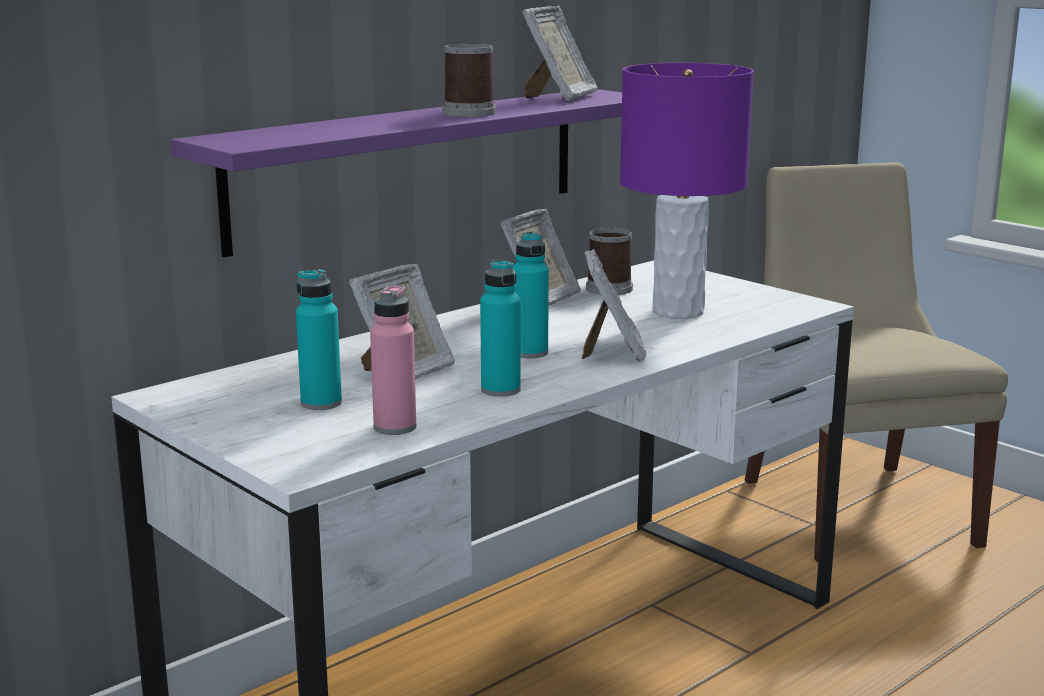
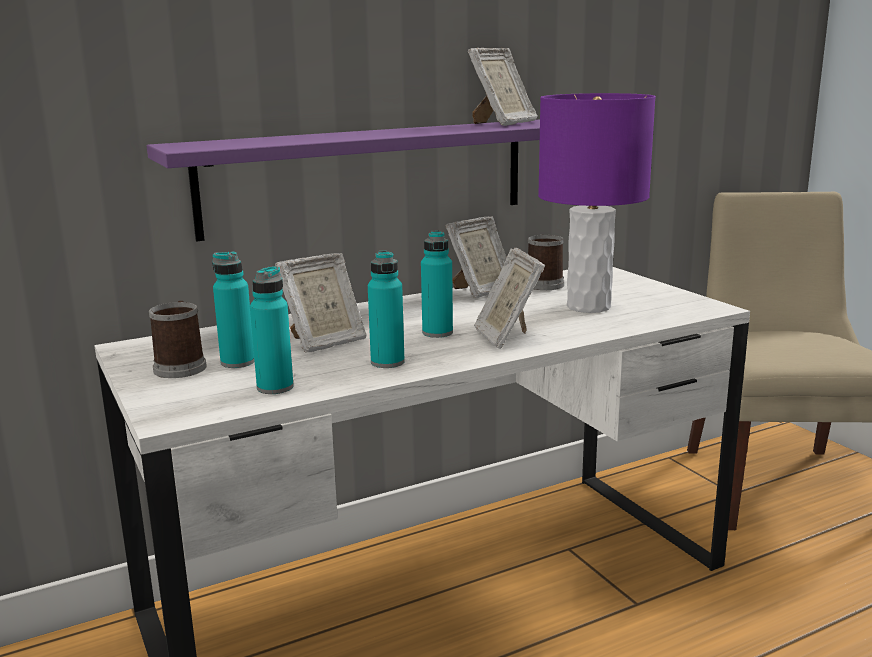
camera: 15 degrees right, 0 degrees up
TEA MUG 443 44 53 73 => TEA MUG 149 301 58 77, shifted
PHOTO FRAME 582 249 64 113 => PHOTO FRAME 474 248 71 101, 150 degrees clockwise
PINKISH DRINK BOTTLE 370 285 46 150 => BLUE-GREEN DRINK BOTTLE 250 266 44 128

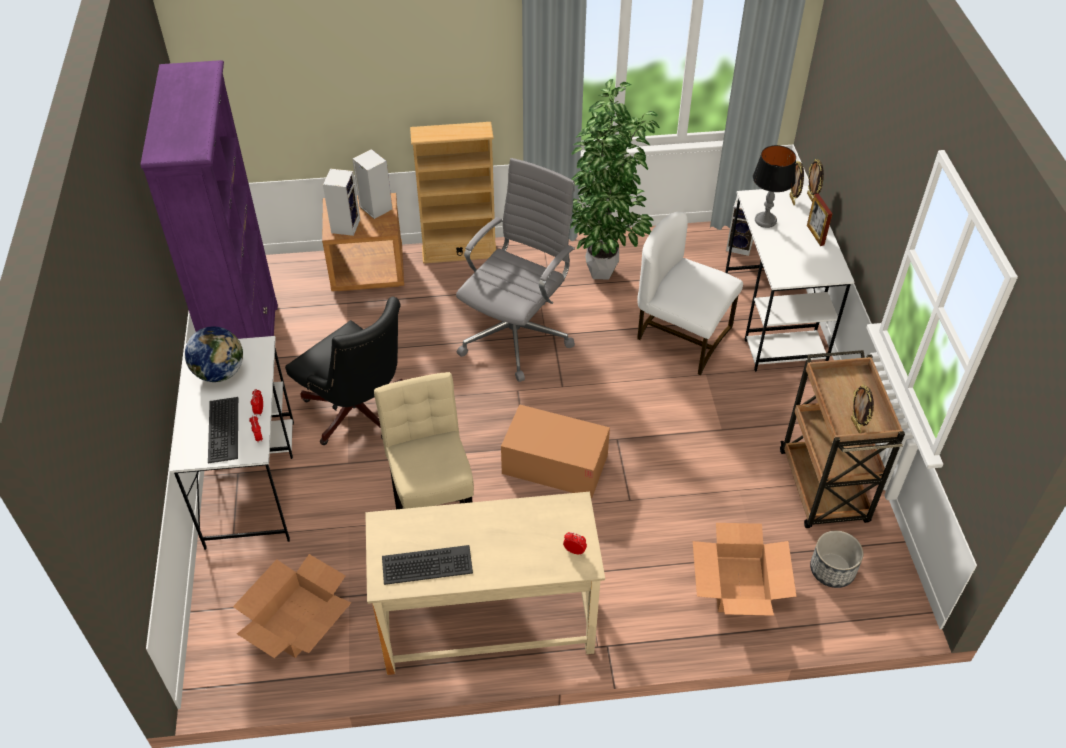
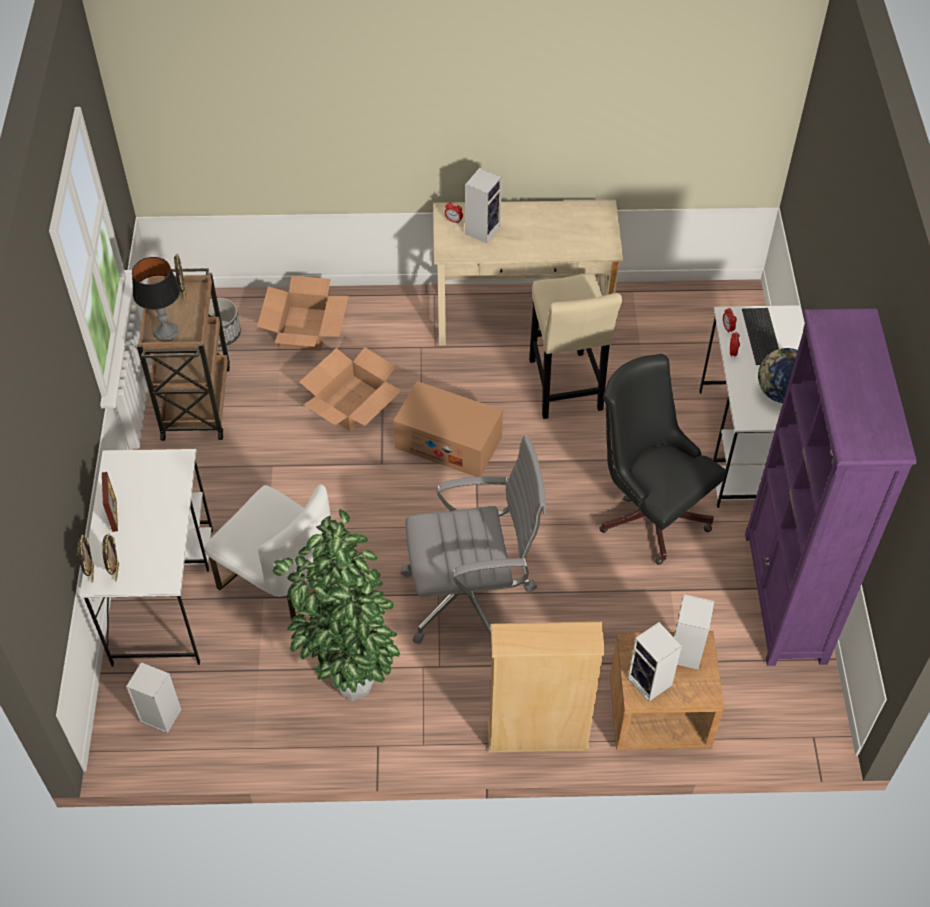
camera: 175 degrees left, 5 degrees up
TABLE LAMP 753 145 43 83 => TABLE LAMP 132 257 48 85, shifted
GRAY DESK CHAIR 456 158 119 224 => GRAY DESK CHAIR 401 435 145 213, 135 degrees counterclockwise
COMPUTER KEYBOARD 382 545 91 40 => nothing
CARDBOARD BOX 233 554 118 104 => CARDBOARD BOX 300 347 102 84, shifted
nothing => SPEAKER 465 168 37 75

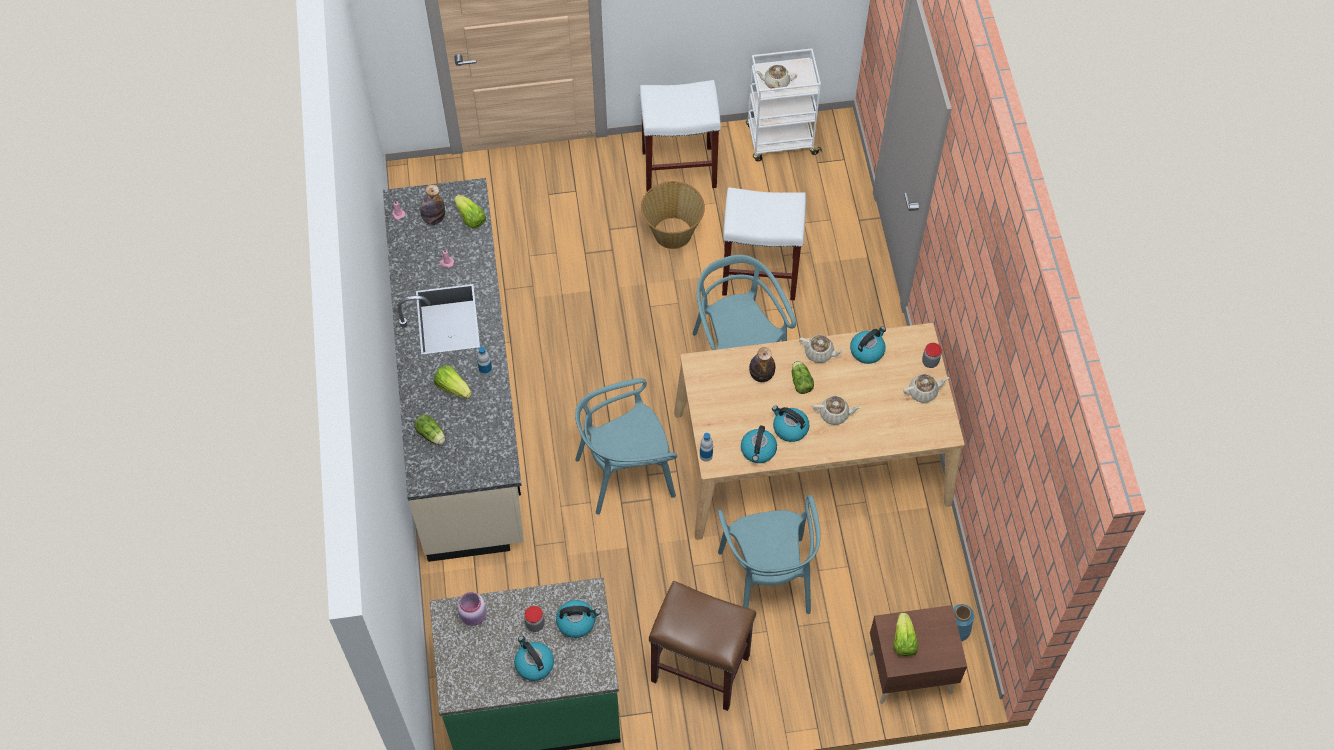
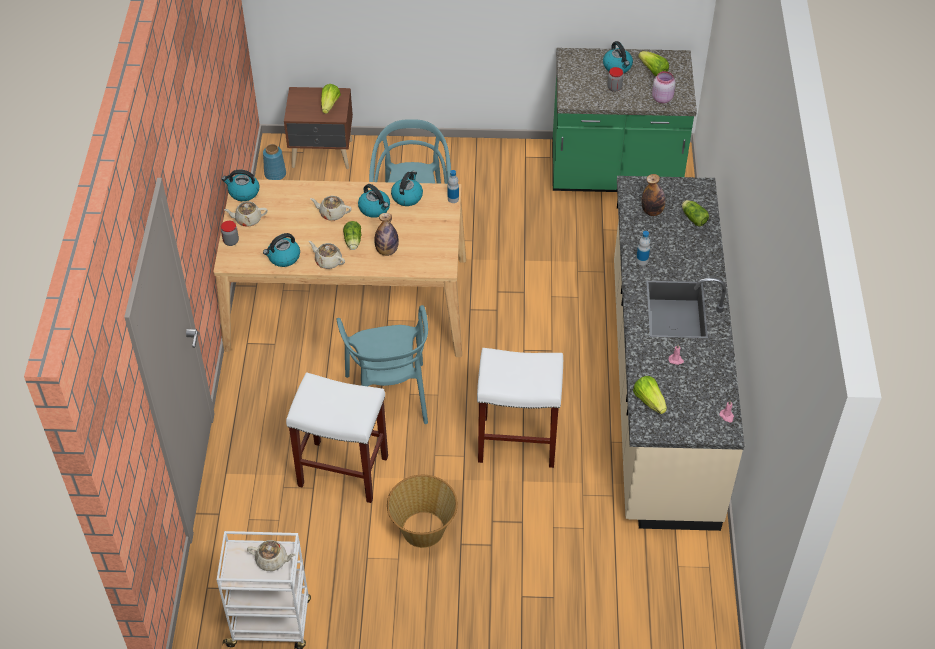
camera: 170 degrees left, 10 degrees down
WHITE SITTING STOOL 640 80 81 111 => WHITE SITTING STOOL 477 348 86 120, shifted
DRINK BOTTLE 420 185 25 40 => DRINK BOTTLE 641 174 24 42, shifted
LETTUCE 434 365 38 34 => LETTUCE 638 51 31 25, shifted
BLUE-GREEN CHAIR 575 378 102 137 => nothing
BROWNISH SITTING STOOL 649 581 107 130 => nothing
KETTLE 556 600 45 38 => KETTLE 222 170 37 31, shifted

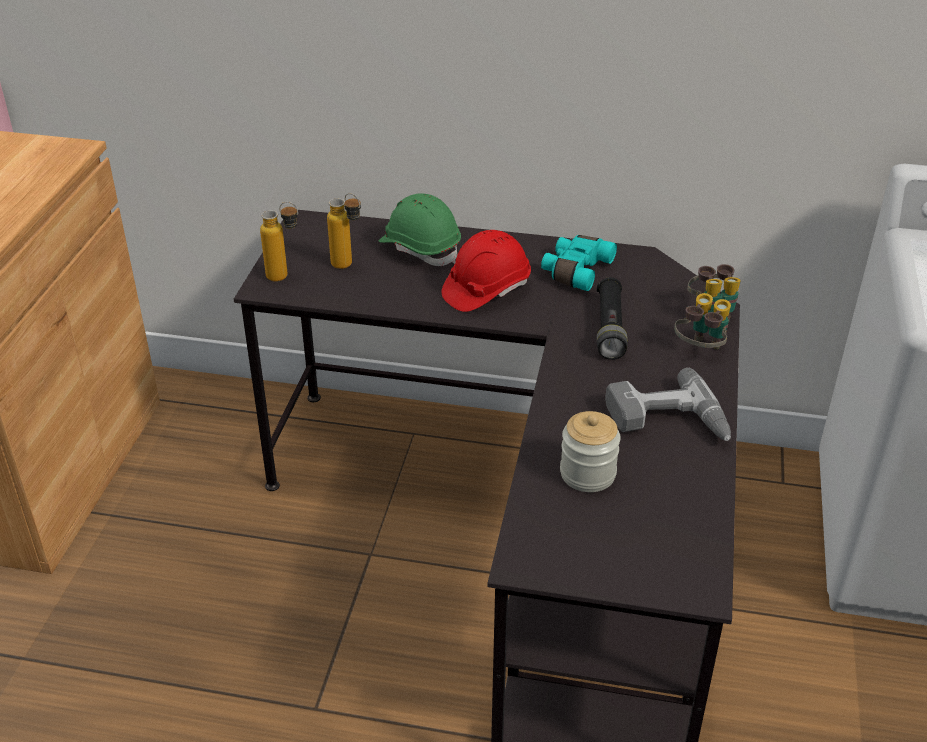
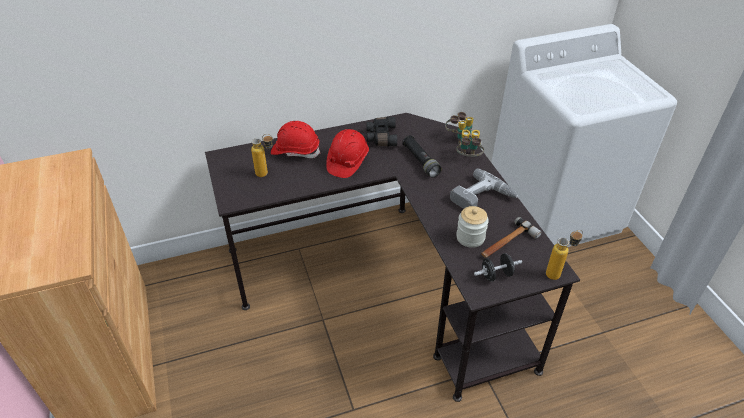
camera: 30 degrees left, 5 degrees up
GREEN-COLOURED HARD HAT 379 193 82 73 => REDDISH HARD HAT 271 121 50 37
DRINK BOTTLE 260 202 38 80 => DRINK BOTTLE 546 230 37 50, shifted
BLUE-GREEN BINOCULARS 541 235 76 56 => BLACK-COLOURED BINOCULARS 367 117 30 29
nothing => HAMMER 481 217 60 41
nothing => BLACK-COLOURED HAND WEIGHT 474 253 48 29

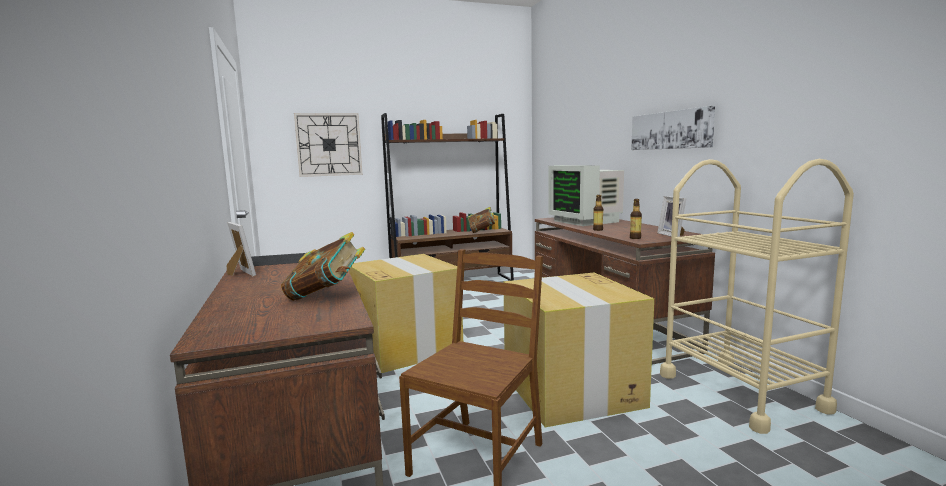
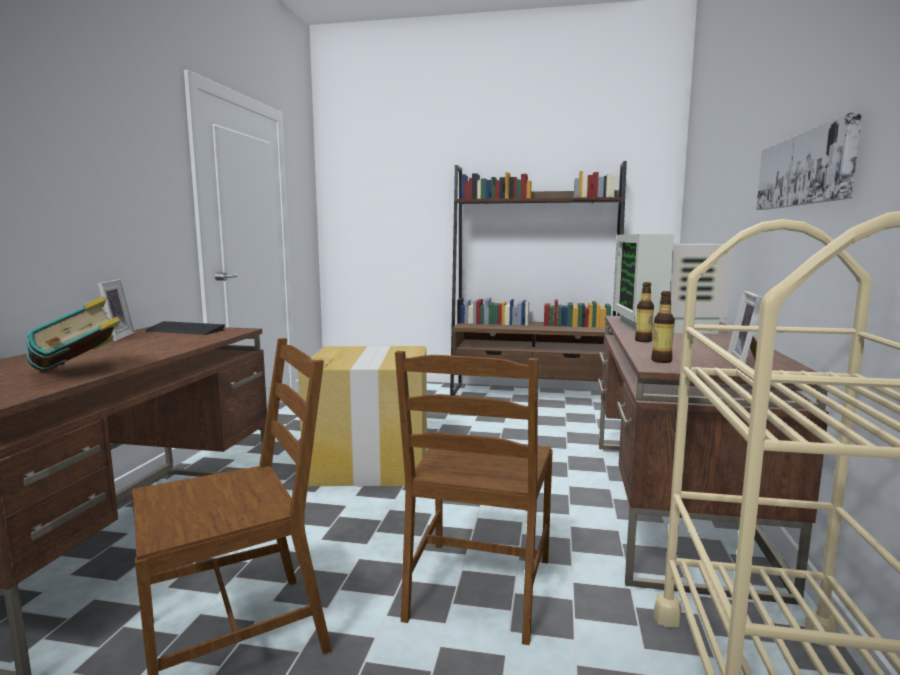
camera: 30 degrees right, 0 degrees up
WALL CLOCK 294 113 68 64 => nothing
BOUND BOOK 468 207 28 26 => nothing
CARDBOARD BOX 503 273 151 154 => BROWNISH CHAIR 395 351 158 294

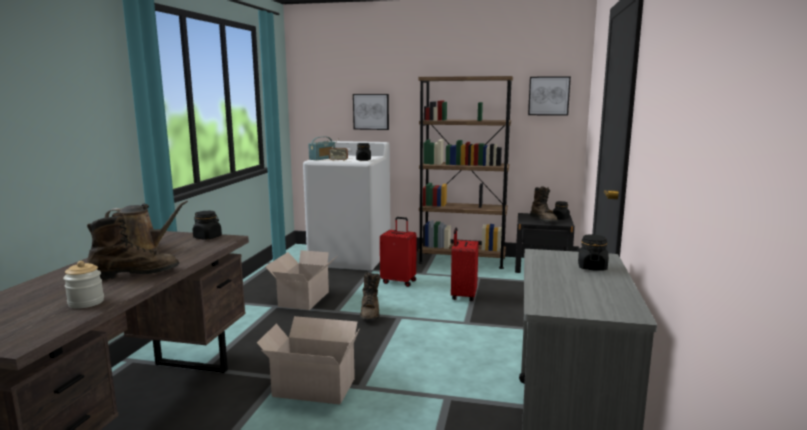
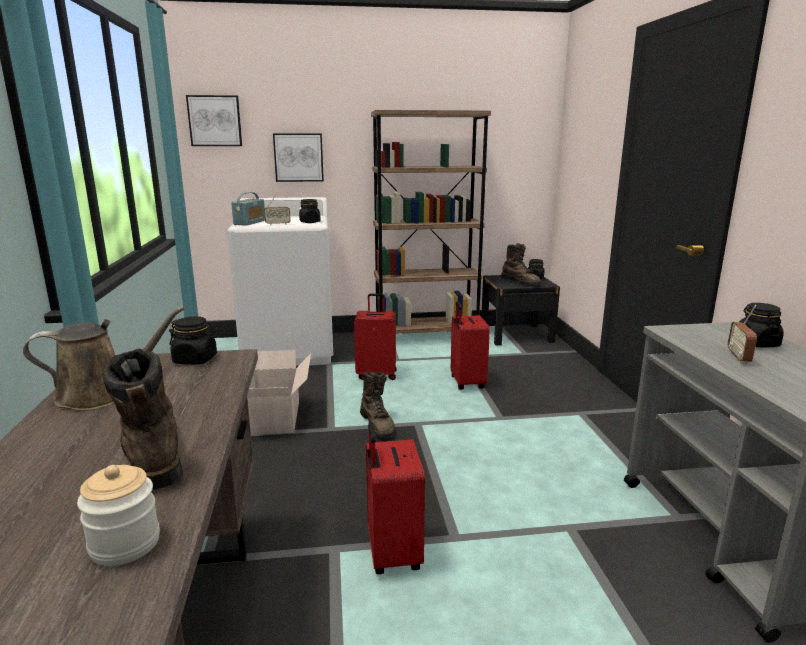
camera: 20 degrees left, 5 degrees up
WALL ART 528 76 43 40 => WALL ART 186 95 56 51, shifted
BROWNISH TALL BOOT 87 212 92 68 => BROWNISH TALL BOOT 103 348 80 142, 75 degrees counterclockwise
CARDBOARD BOX 257 316 103 89 => REDDISH SUITCASE 366 423 59 151
nothing => RADIO 728 305 29 59

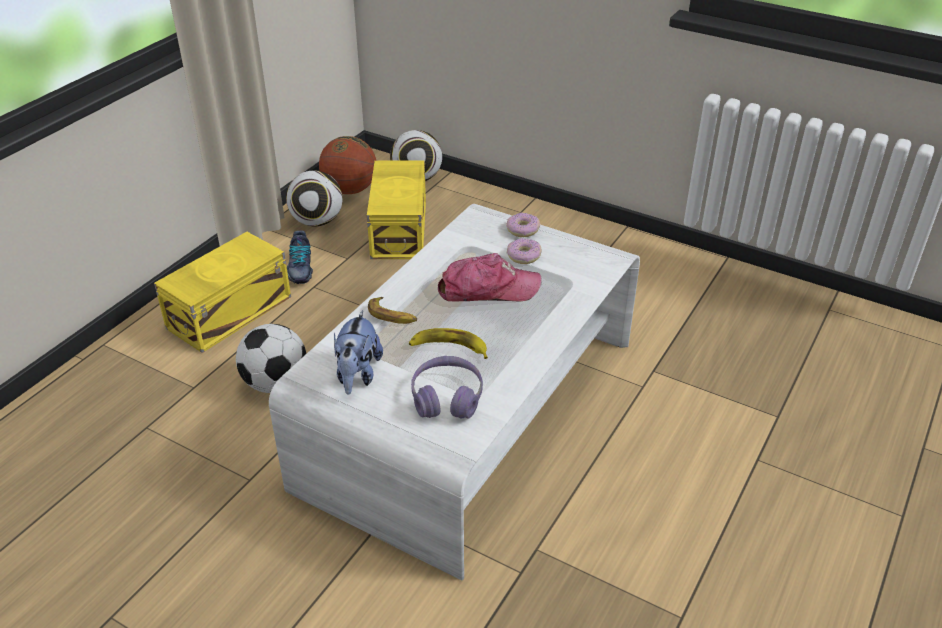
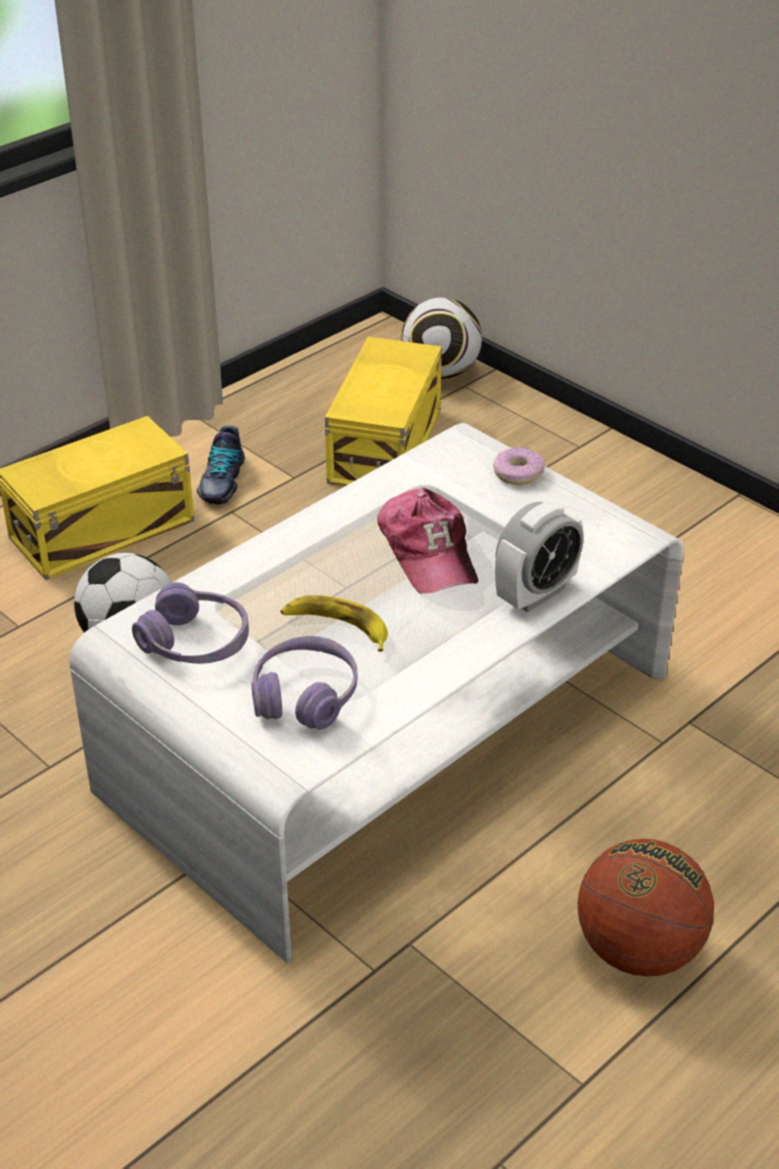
camera: 15 degrees right, 0 degrees up
BASKETBALL BALL 319 136 57 58 => BASKETBALL BALL 578 839 136 137, shifted
BALL FOR FOOTBALL 286 171 56 56 => nothing
RING DOUGHNUT 507 238 35 26 => nothing
PEAKED CAP 438 253 104 49 => PEAKED CAP 377 488 101 106, 60 degrees clockwise
WHOLE BANANA 368 297 49 27 => nothing
PLUSH TOY 334 310 49 84 => PURPLE-COLOURED HEADSET 132 582 117 82
nothing => ALARM CLOCK 495 501 89 111

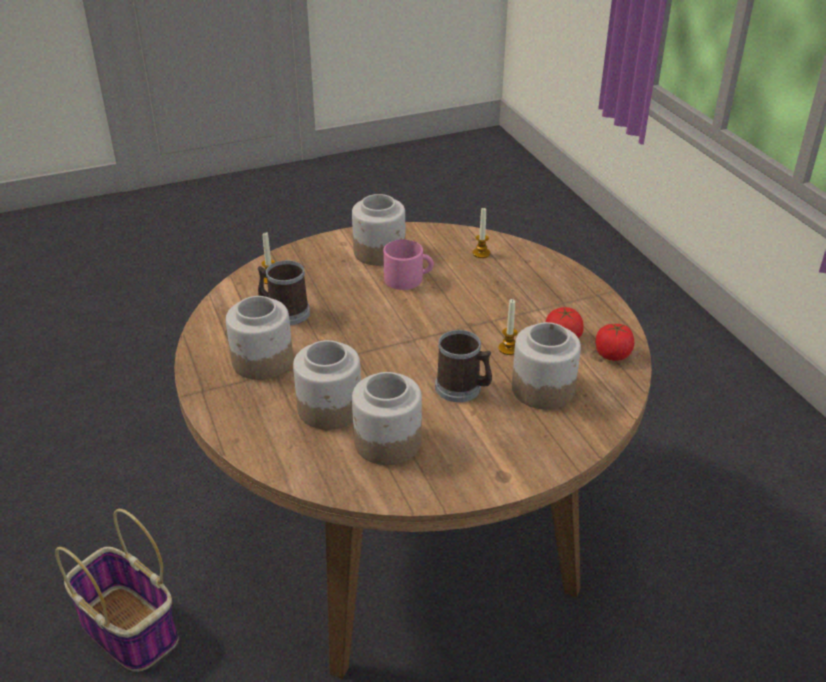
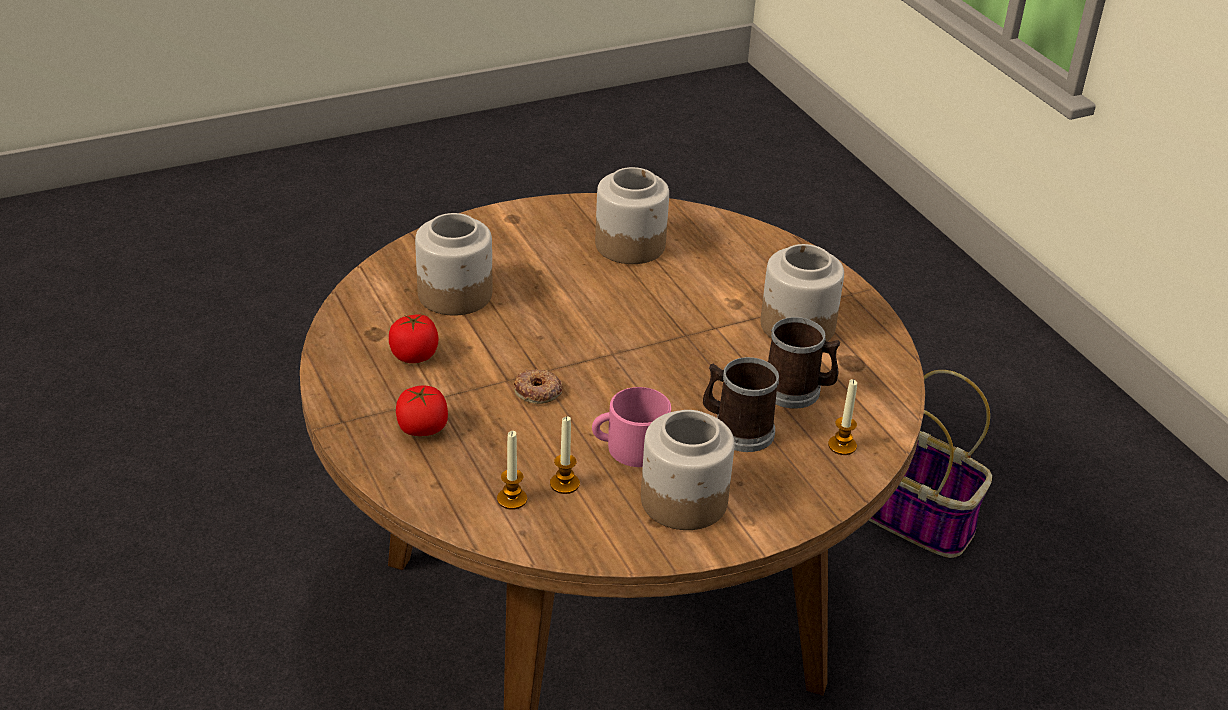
camera: 175 degrees right, 0 degrees up
CANDLE 498 299 20 56 => CANDLE 550 416 30 78, shifted
TOMATO 595 323 39 38 => TOMATO 396 386 52 50, shifted
TEA MUG 435 330 57 72 => TEA MUG 703 357 76 95, shifted
JAR 293 340 68 90 => nothing
nothing => RING DOUGHNUT 514 369 49 35

